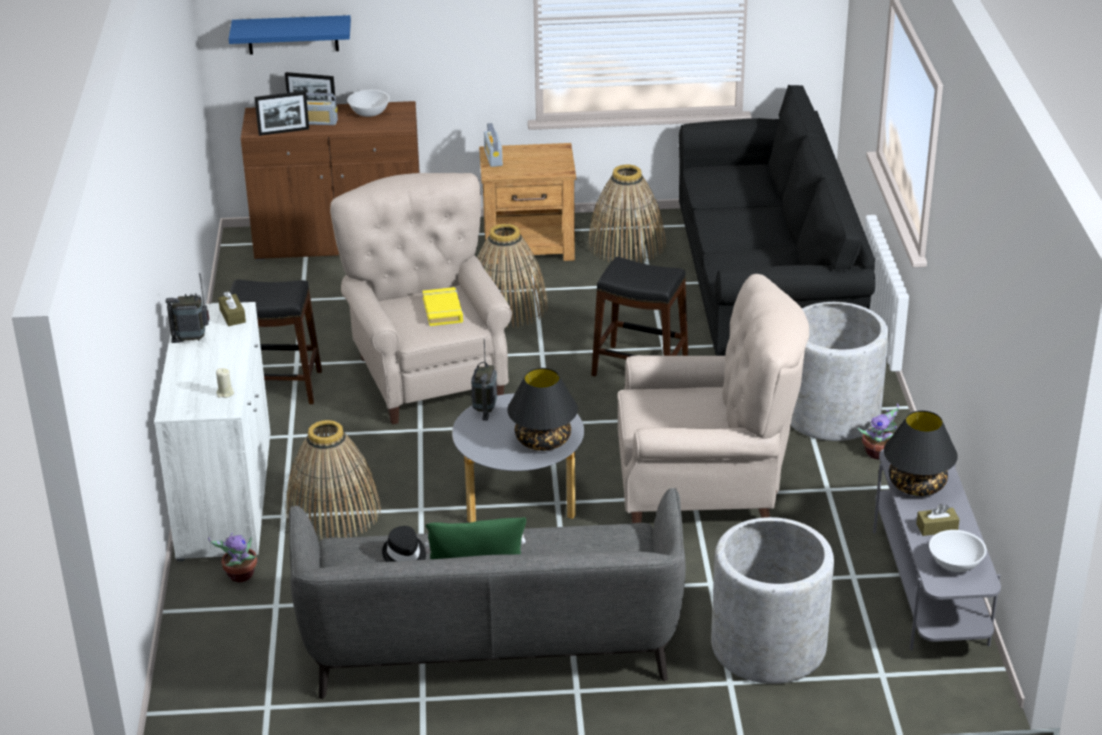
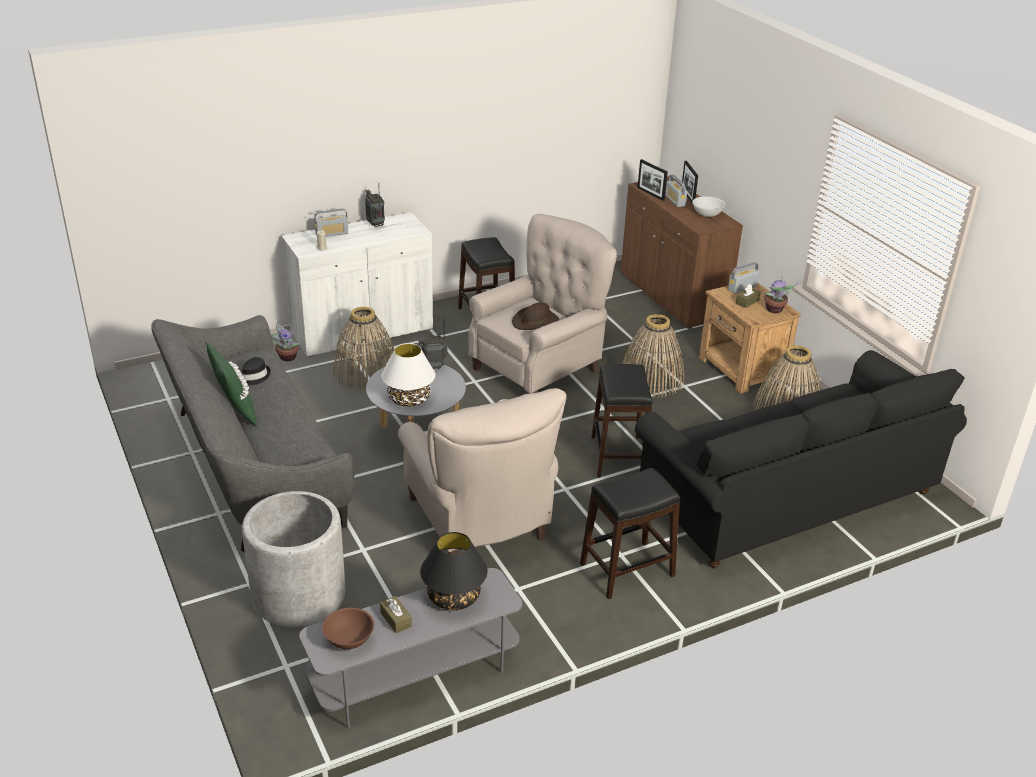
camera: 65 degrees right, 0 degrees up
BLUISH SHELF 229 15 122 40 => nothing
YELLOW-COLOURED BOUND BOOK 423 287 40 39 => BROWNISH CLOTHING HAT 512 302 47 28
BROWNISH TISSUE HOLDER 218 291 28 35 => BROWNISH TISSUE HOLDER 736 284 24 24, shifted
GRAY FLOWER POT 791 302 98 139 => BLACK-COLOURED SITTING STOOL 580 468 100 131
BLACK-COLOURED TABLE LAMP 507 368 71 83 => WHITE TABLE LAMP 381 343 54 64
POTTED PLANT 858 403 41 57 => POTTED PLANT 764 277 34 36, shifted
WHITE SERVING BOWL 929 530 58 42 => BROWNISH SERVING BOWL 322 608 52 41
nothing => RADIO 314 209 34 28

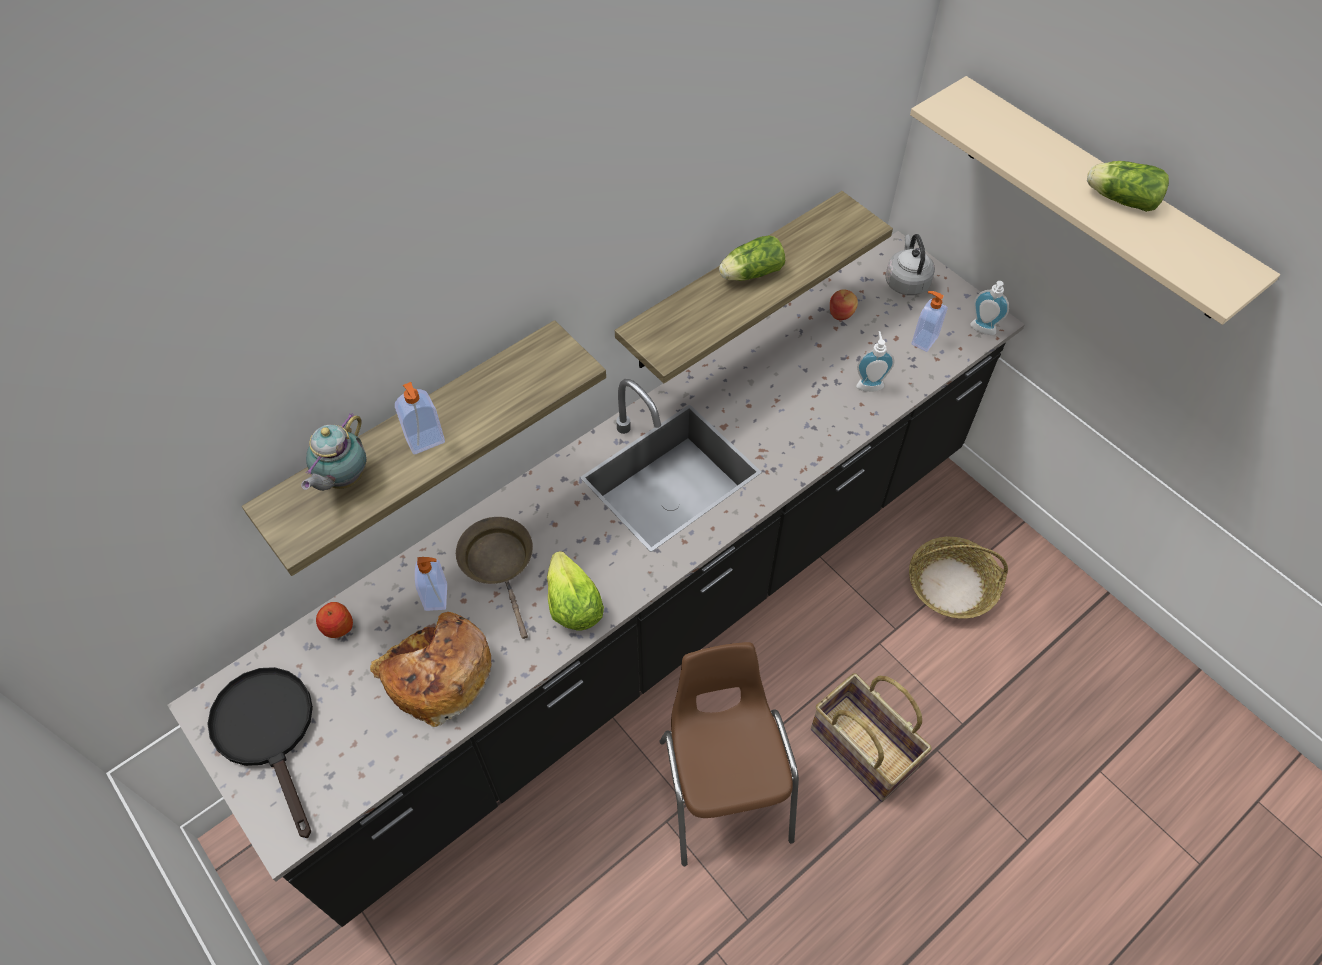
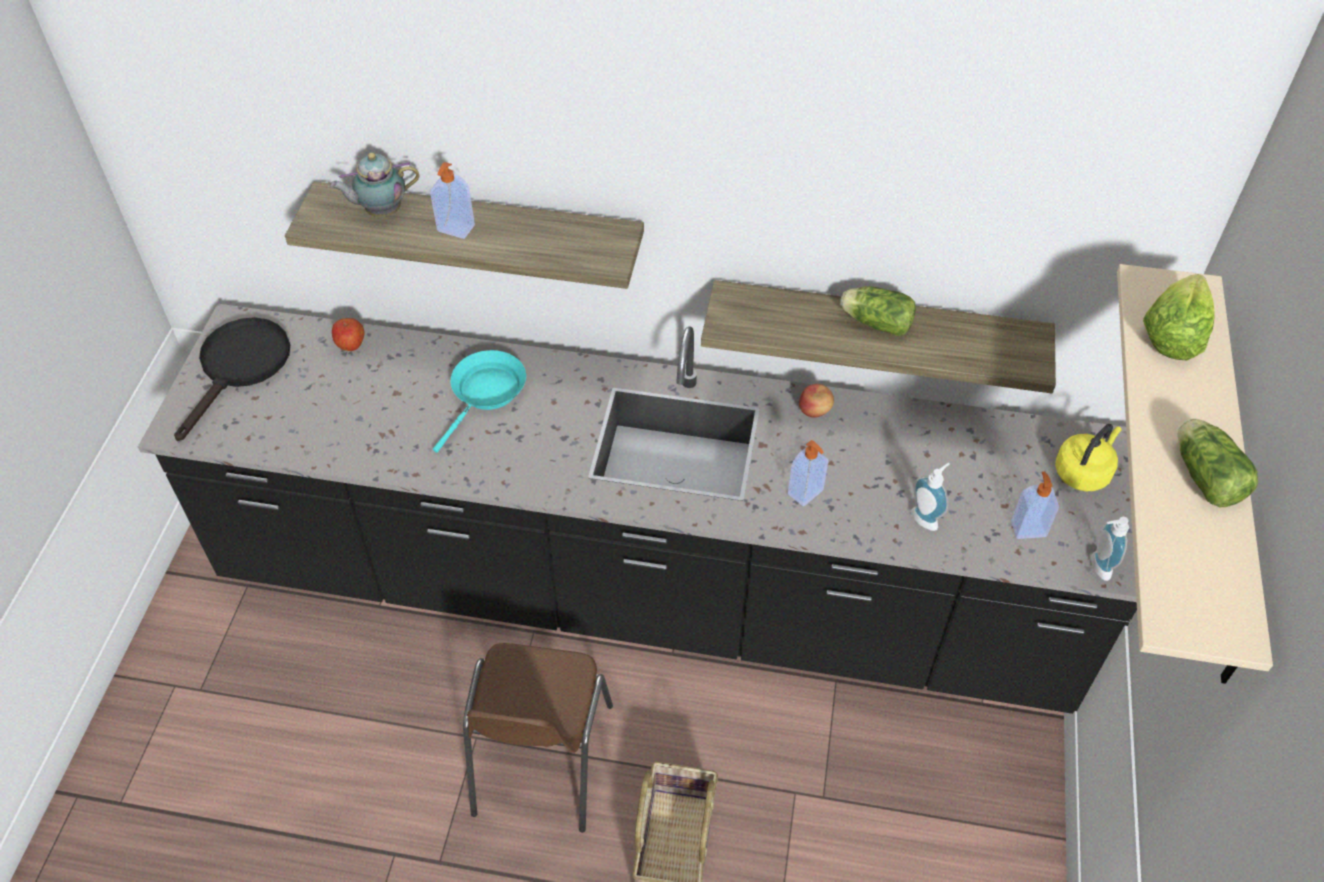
camera: 50 degrees right, 5 degrees down
GRAY KETTLE 885 234 50 62 => YELLOW-COLOURED KETTLE 1055 424 67 67
APPLE 830 289 28 31 => APPLE 799 384 35 34, shifted
BROWNISH FRYING PAN 456 517 77 122 => BLUE-GREEN FRYING PAN 433 350 93 103
BASKET 909 537 99 82 => nothing
LETTUCE 547 551 57 80 => LETTUCE 1143 274 71 86, shifted
SOAP BOTTLE 415 557 32 54 => SOAP BOTTLE 788 440 40 66, shifted
BAKERY BREAD 370 612 122 115 => nothing
BROWNISH CHAIR 659 642 140 224 => BROWNISH CHAIR 463 643 150 190, 150 degrees clockwise

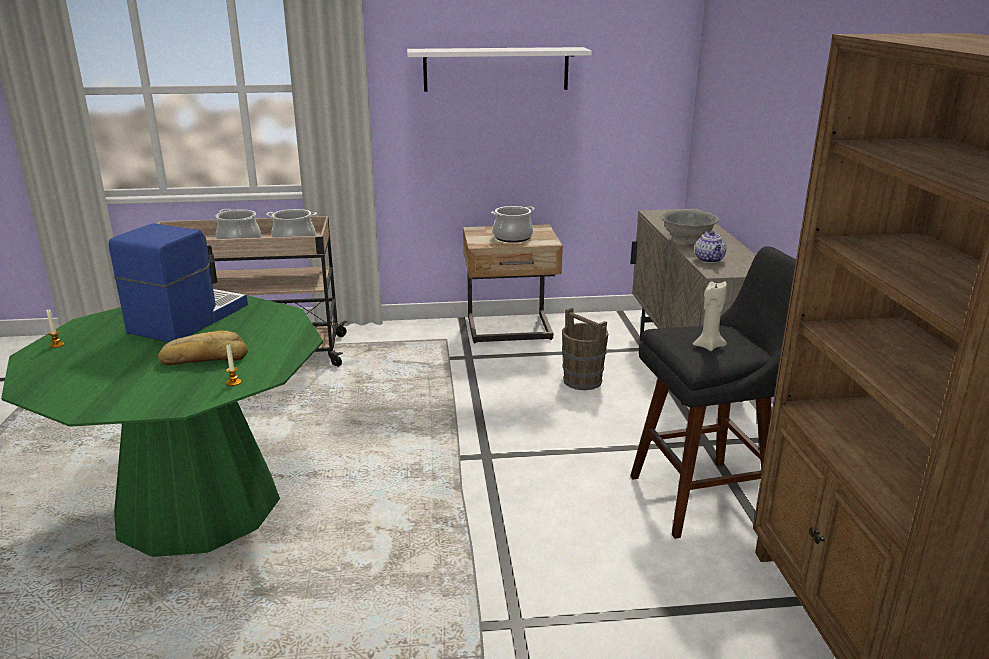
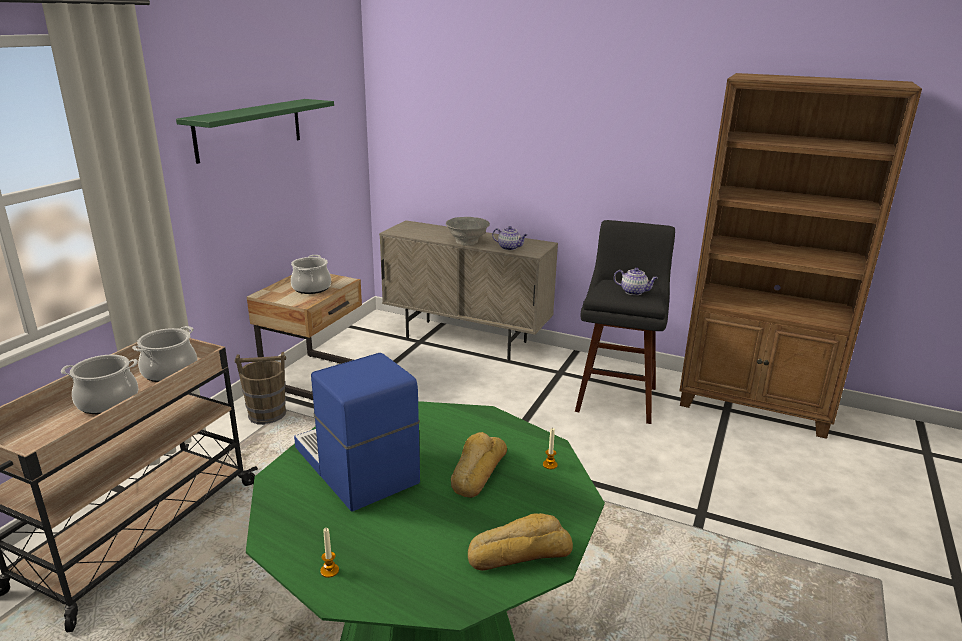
camera: 60 degrees left, 0 degrees up
WHITE SHELF 407 47 185 45 => GREEN-COLOURED SHELF 176 99 158 65
BEIGE CANDLE 693 281 34 70 => TEAPOT 614 268 44 27
BROWNISH PAIL 562 308 46 82 => BROWNISH PAIL 235 352 51 73, shifted
nothing => BAKERY BREAD 468 513 105 58

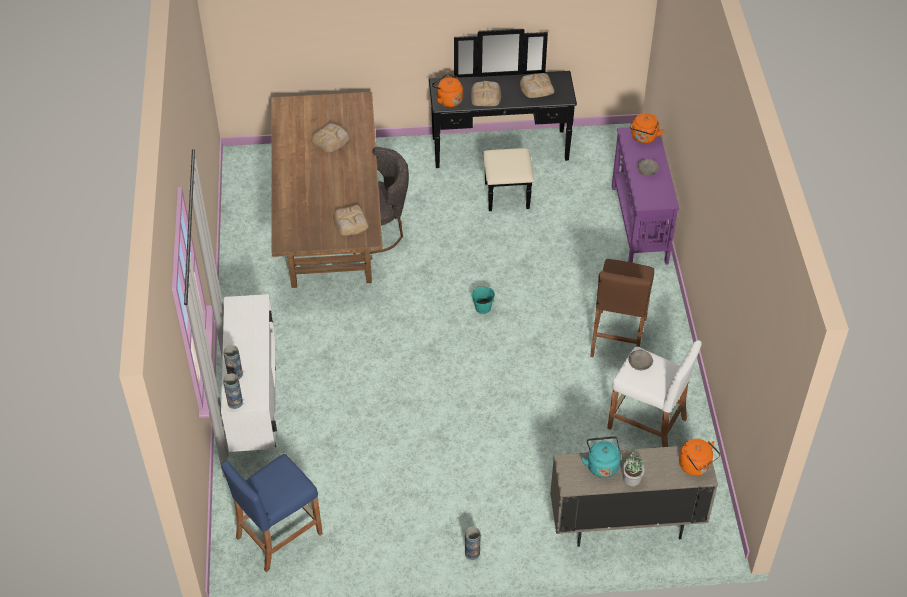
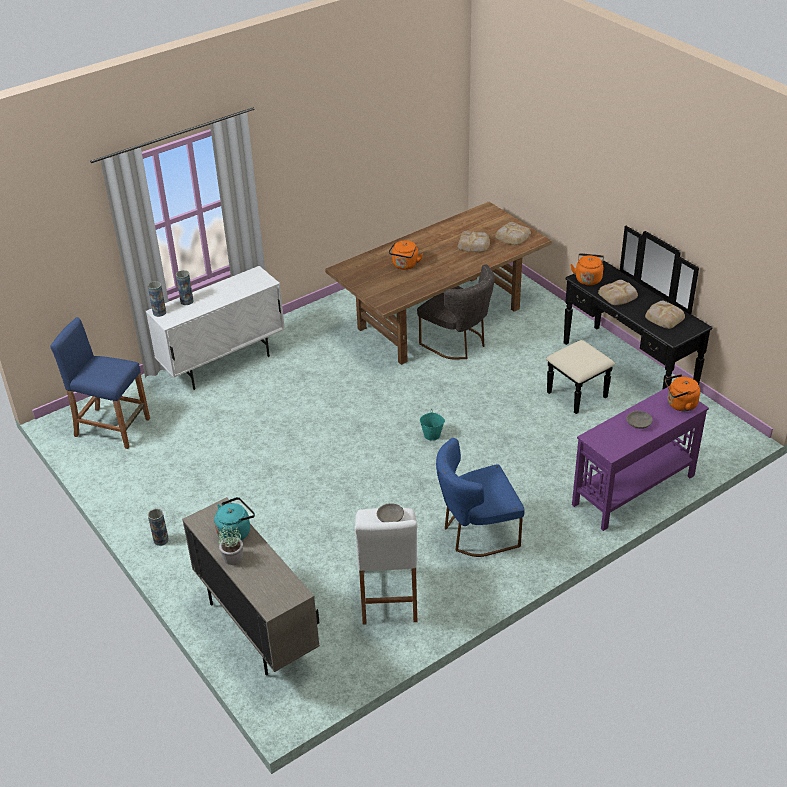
camera: 60 degrees right, 10 degrees down
BAKERY BREAD 333 205 36 31 => BAKERY BREAD 495 222 36 23, shifted
BROWNISH SITTING STOOL 590 259 64 98 => BLUISH CHAIR 436 438 88 119
ORANGE-COLOURED KETTLE 679 438 42 38 => ORANGE-COLOURED KETTLE 389 241 34 29, shifted

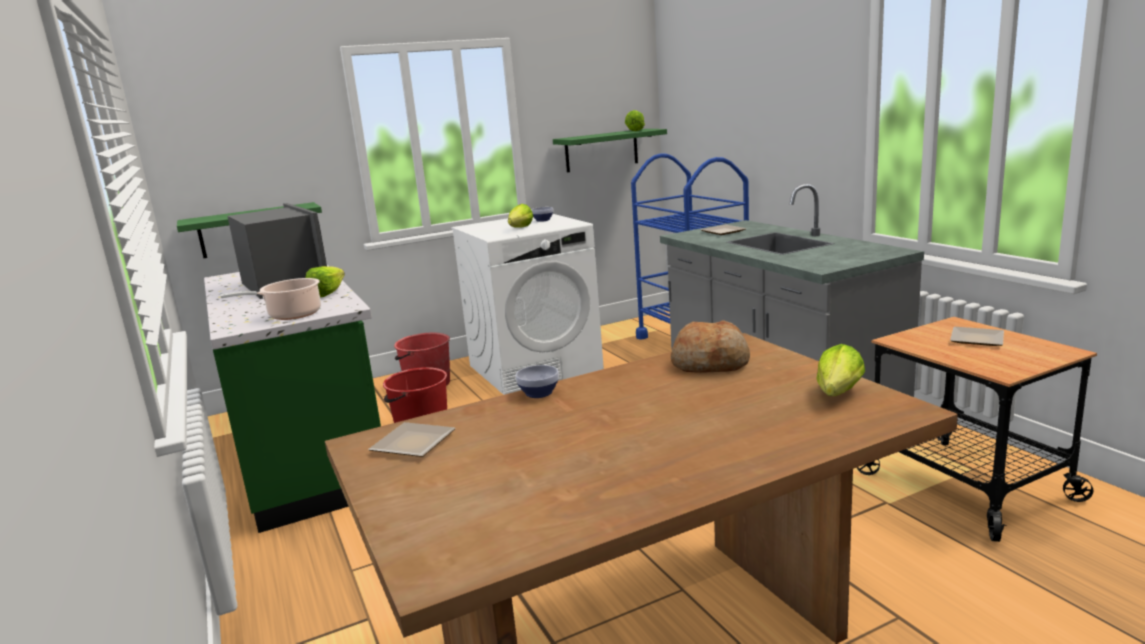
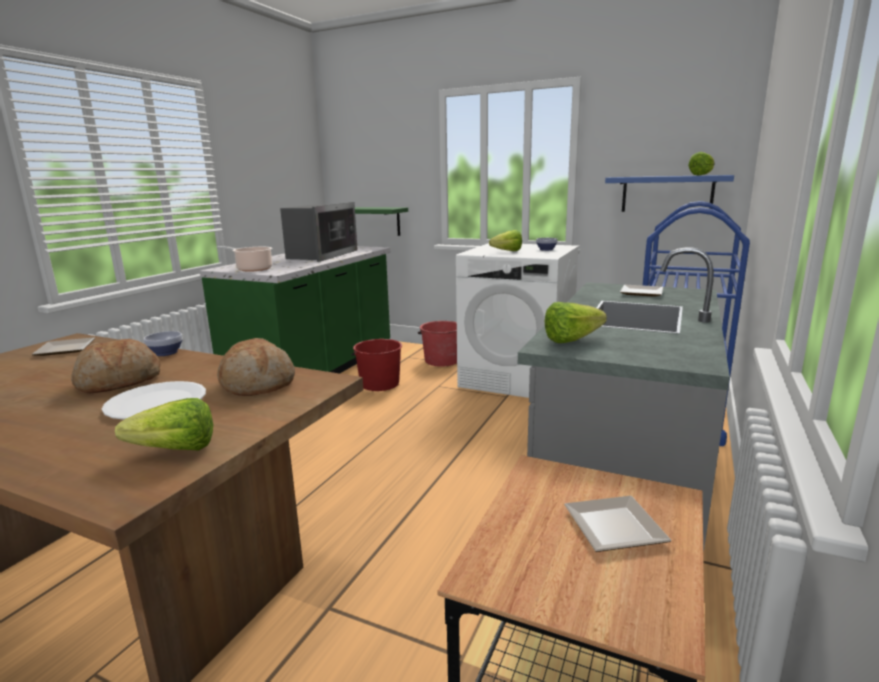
camera: 50 degrees right, 0 degrees up
GREEN-COLOURED SHELF 553 129 114 43 => BLUISH SHELF 605 175 129 37
LETTUCE 305 266 40 32 => LETTUCE 545 302 62 41, shifted
nothing => BAKERY BREAD 71 339 90 55
nothing => WHITE FLAT DISH 102 381 104 39

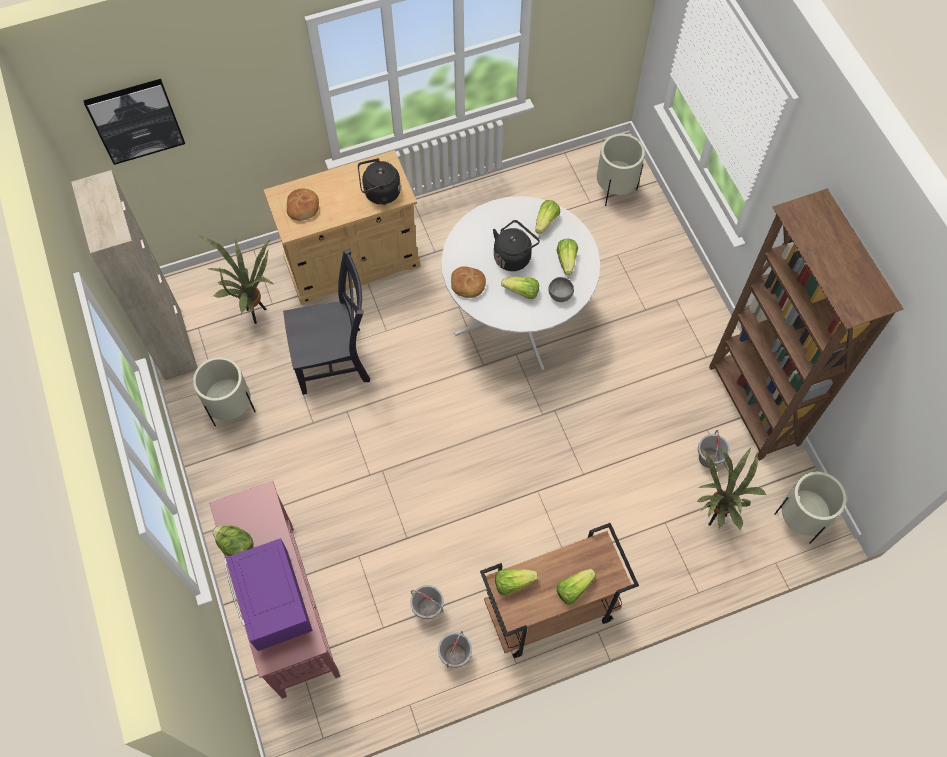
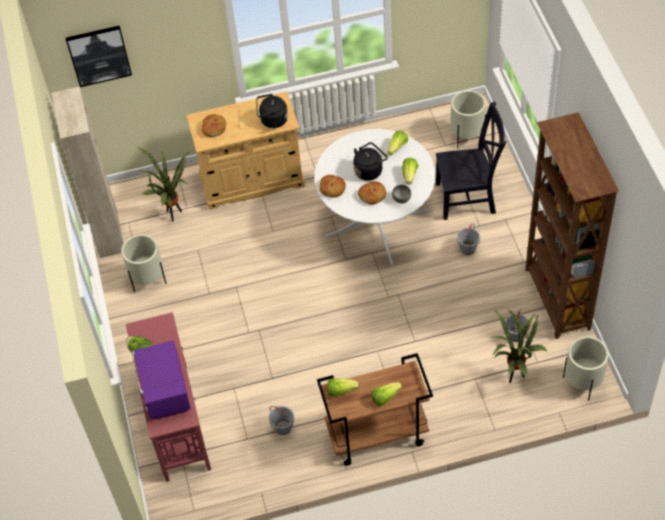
camera: 10 degrees right, 10 degrees down
BLACK-COLOURED CHAIR 283 248 87 147 => BLACK-COLOURED CHAIR 436 101 70 119, shifted
LETTUCE 501 277 38 22 => BAKERY BREAD 358 181 28 23
GRAY PAIL 438 631 34 37 => GRAY PAIL 457 223 23 32, shifted

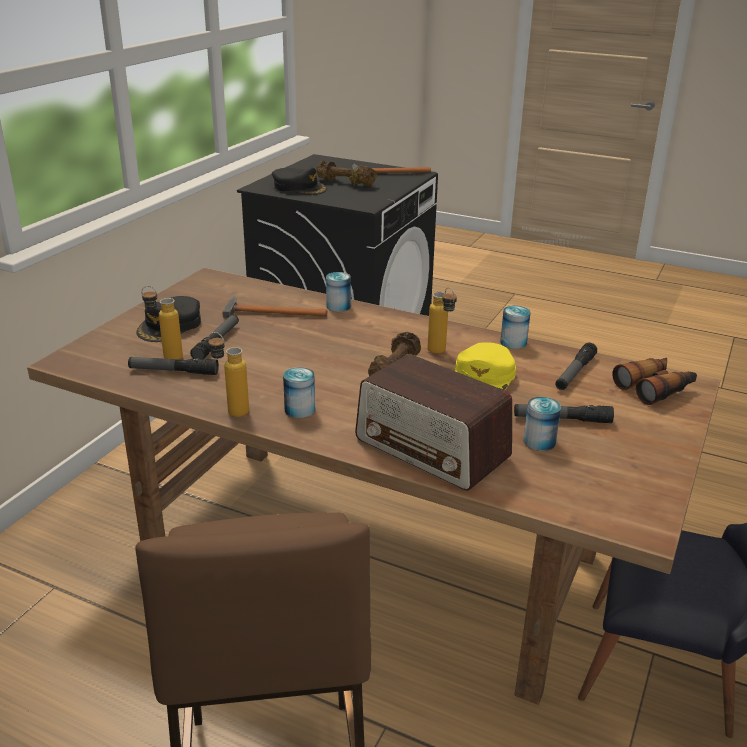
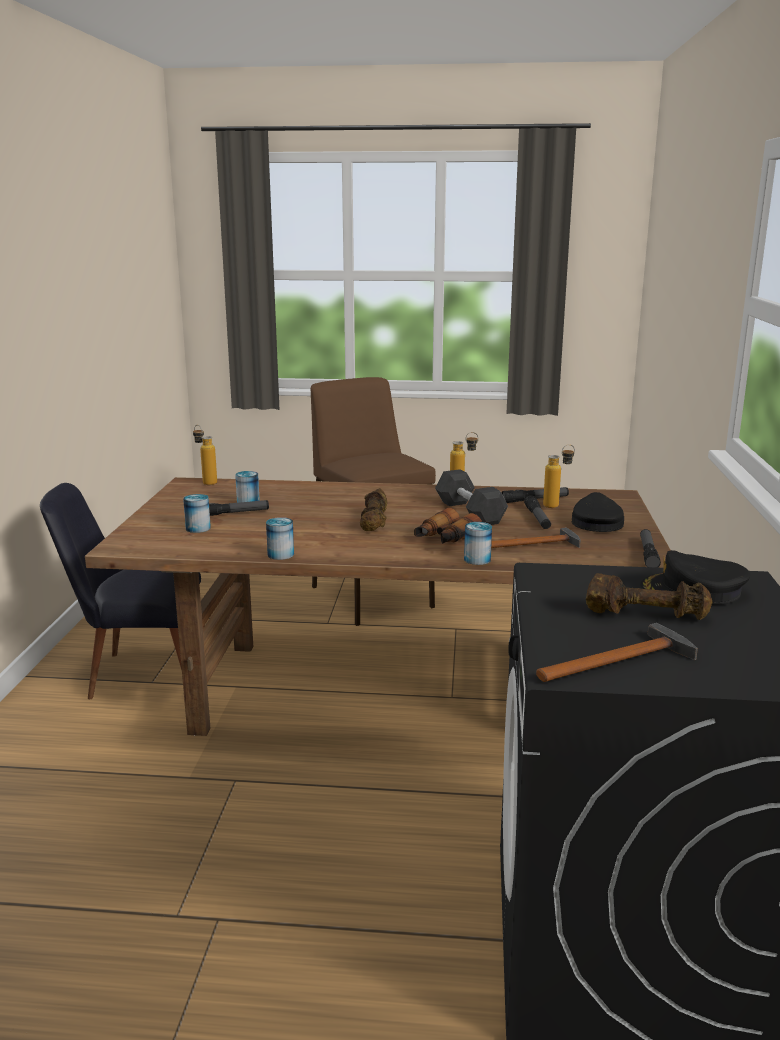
camera: 160 degrees right, 10 degrees down
DRINK BOTTLE 427 287 30 67 => DRINK BOTTLE 193 425 24 60, shifted
YELLOW-COLOURED PEAKED CAP 455 342 61 48 => nothing
HAND TORCH 556 343 41 47 => HAND TORCH 640 529 21 39, shifted
RADIO 355 354 157 137 => nothing
BINOCULARS 612 358 85 47 => BINOCULARS 414 508 68 36, shifted
SEALED CAN 283 367 32 51 => SEALED CAN 183 494 28 39, shifted
nothing => BLACK-COLOURED HAND WEIGHT 435 469 73 56

